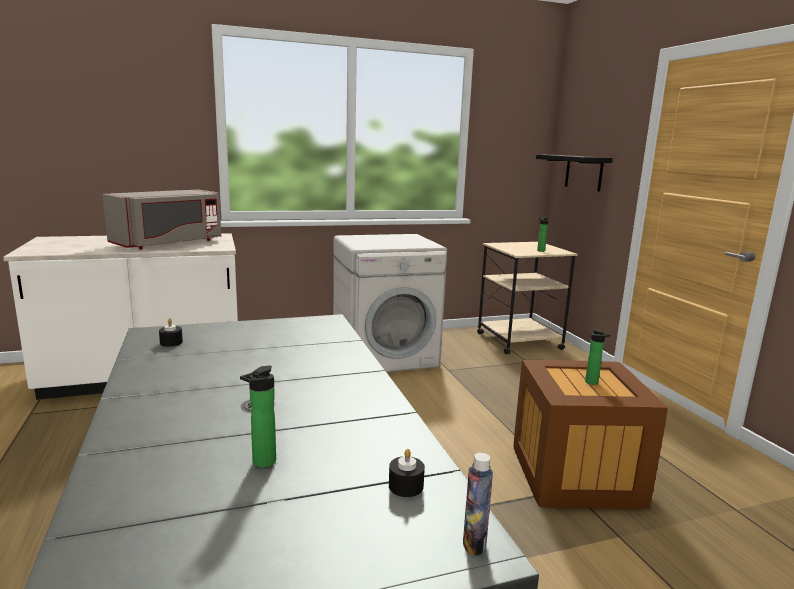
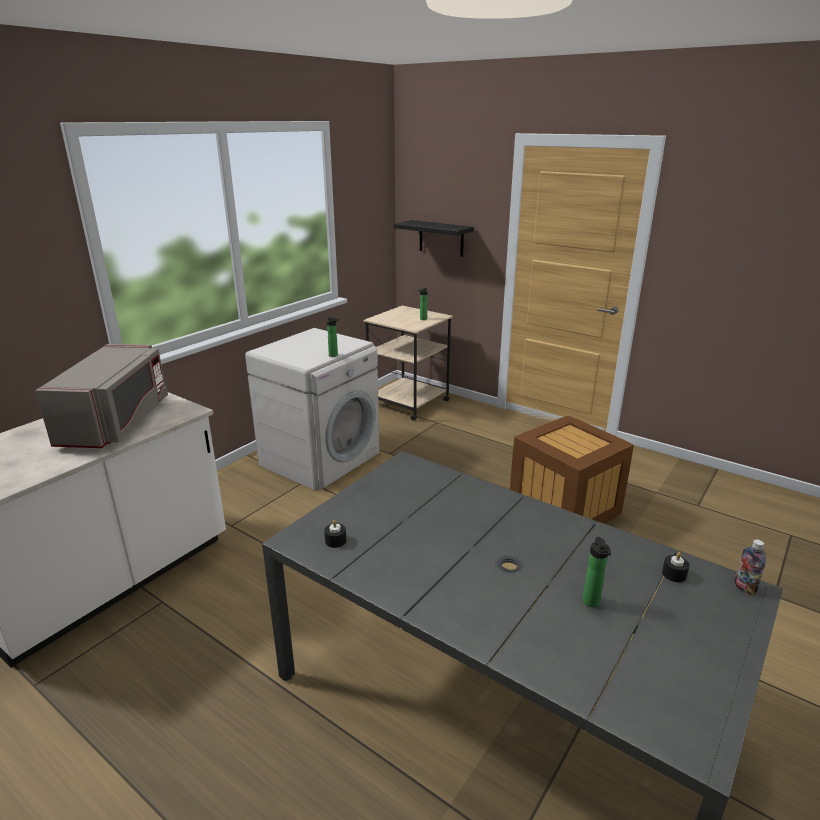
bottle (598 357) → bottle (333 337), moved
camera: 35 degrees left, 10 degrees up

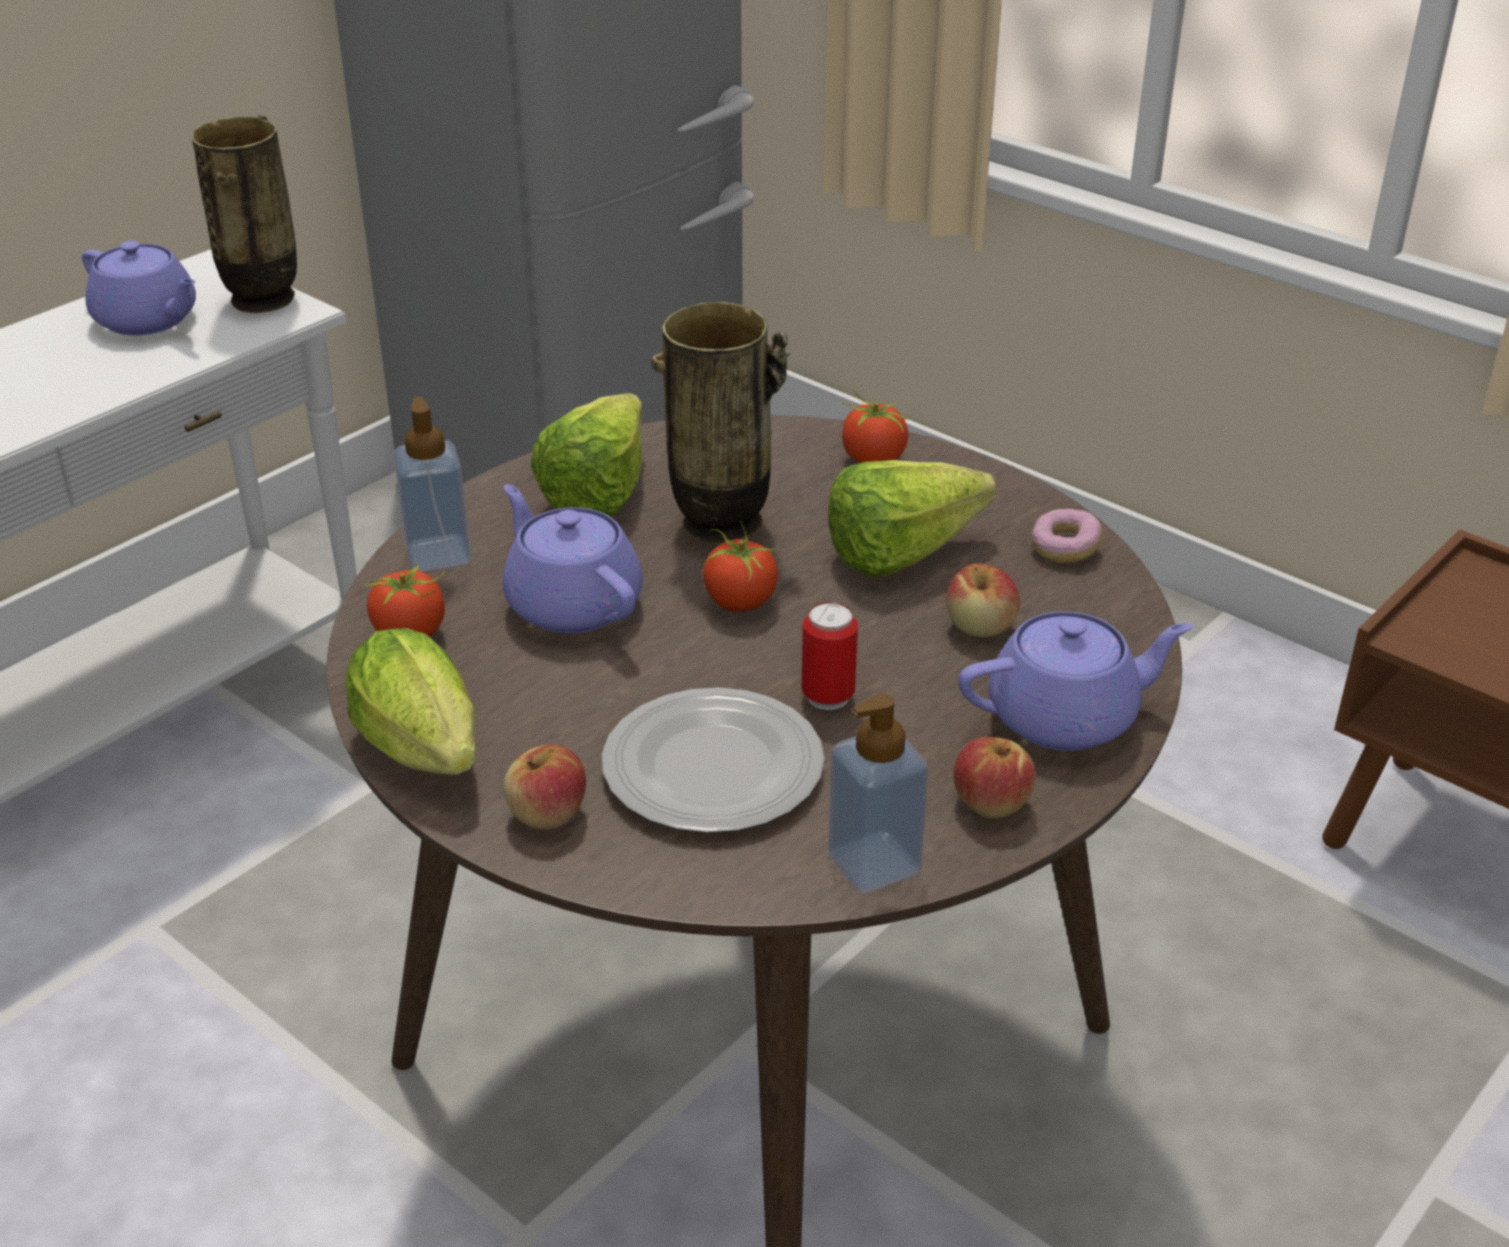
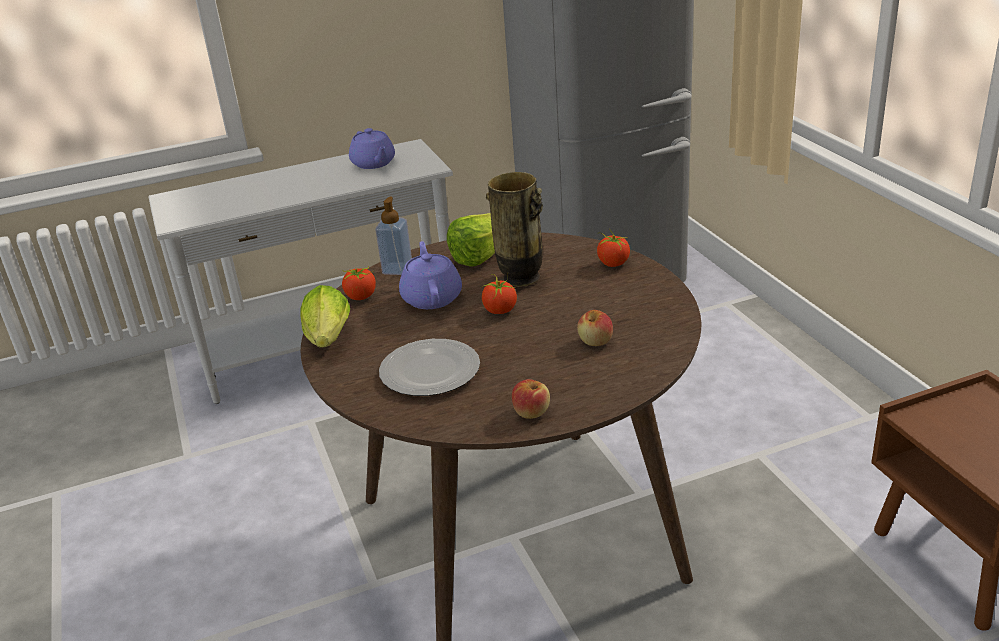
vase (244 213) → -
apple (545 787) → -
can (830 656) → -
lettuce (912 519) → -
soap dispenser (878 793) → -
teapot (purple) (1076 681) → -
donut (1067 536) → -
camera: 30 degrees right, 5 degrees down

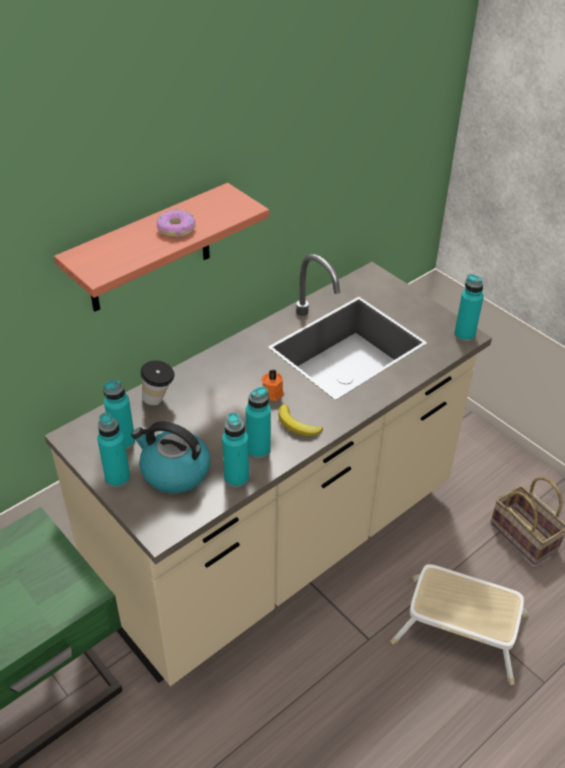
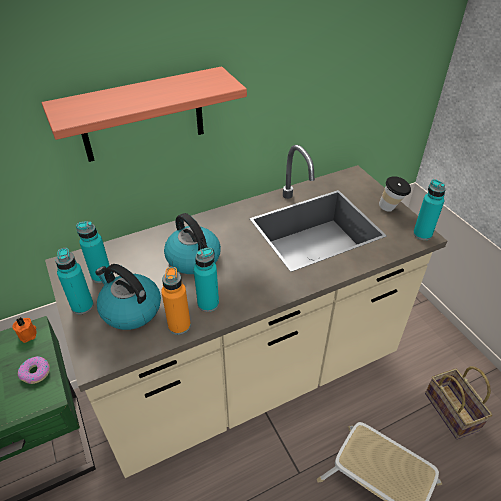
cup (158 382) → cup (395 194), moved
donut (176 223) → donut (33 370), moved
bottle (turquoise) (235 449) → bottle (orange) (176 301)
candle (orange) (273 385) → candle (orange) (24 330), moved
banana (301 420) → -
- → kettle (192 243)
camera: 15 degrees right, 0 degrees up

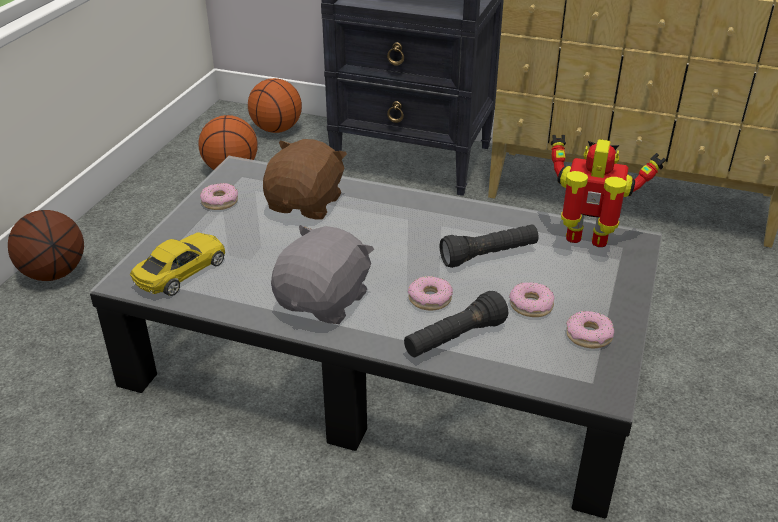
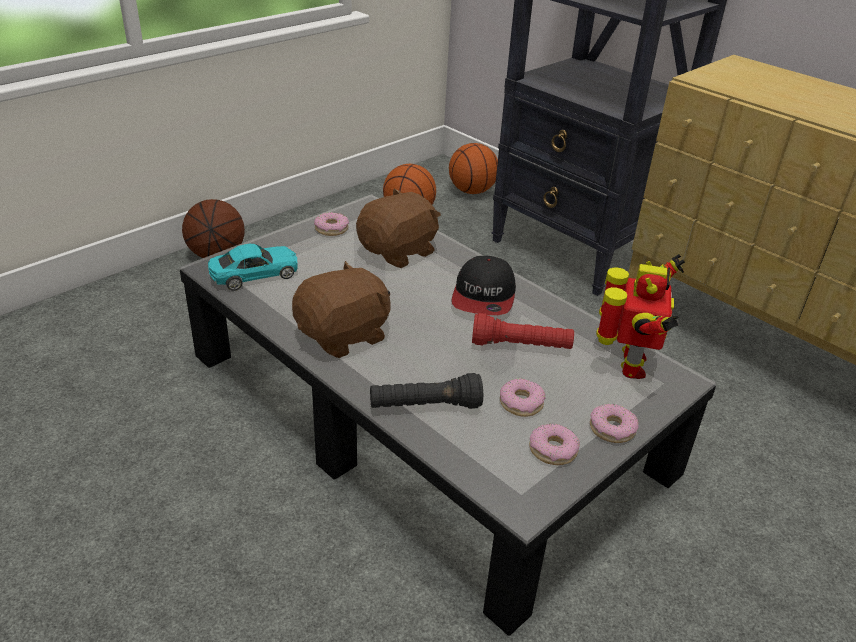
toy car (yellow) (177 264) → toy car (turquoise) (253 267)
plush toy (grey) (322 274) → plush toy (brown) (341 309)
donut (430 293) → donut (614 423), moved
flashlight (black) (489 246) → flashlight (red) (523 331)
toy robot (608 191) → toy robot (640 316), 60 degrees clockwise
- → cap (483 285)
camera: 25 degrees right, 0 degrees up

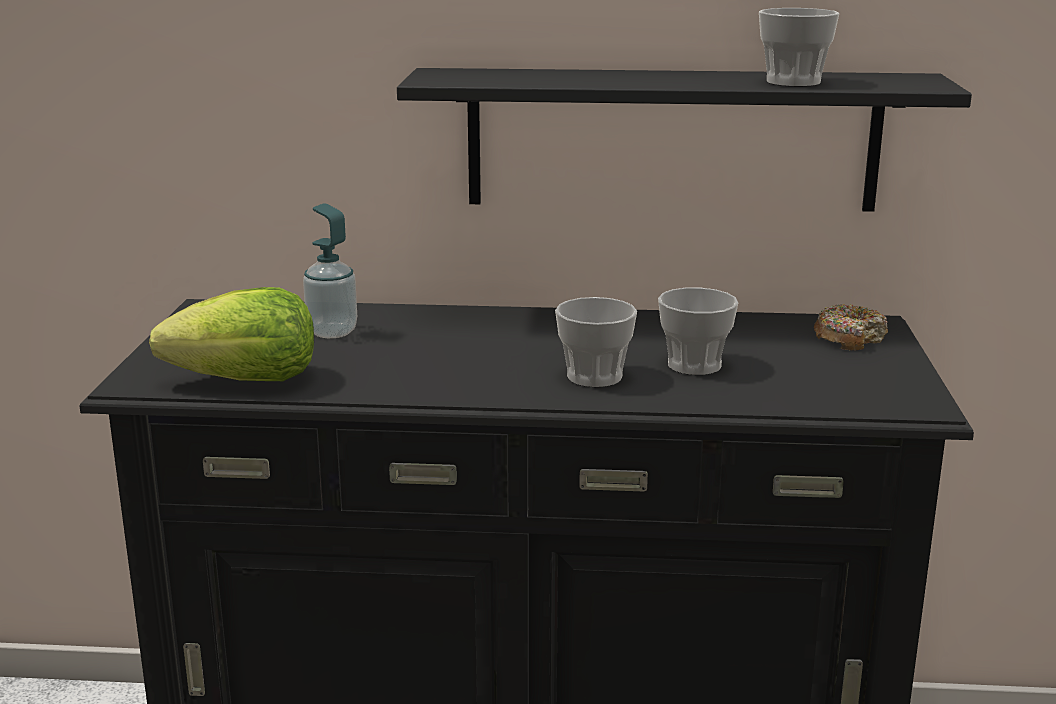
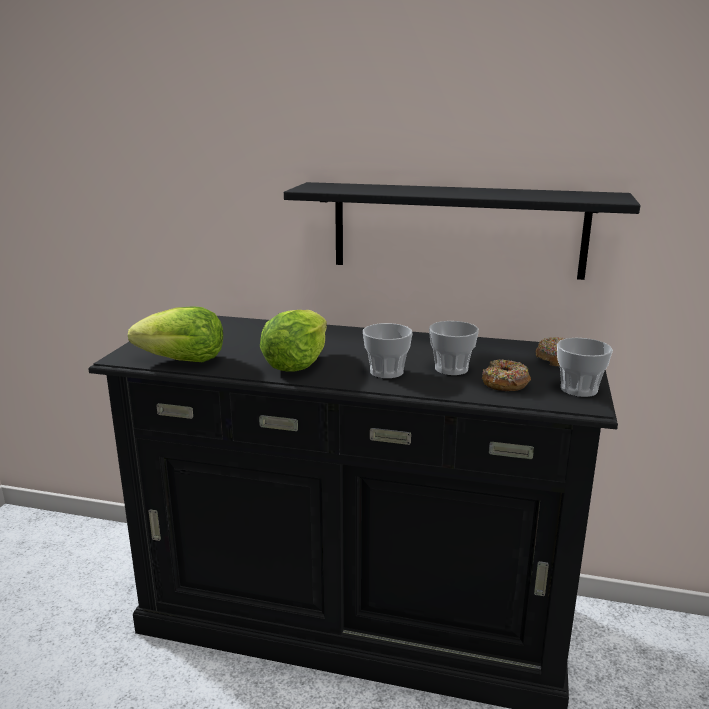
soap dispenser (330 271) → -
cup (799 47) → cup (585 367), moved
- → lettuce (293 340)
- → donut (506 375)
camera: 10 degrees right, 0 degrees up

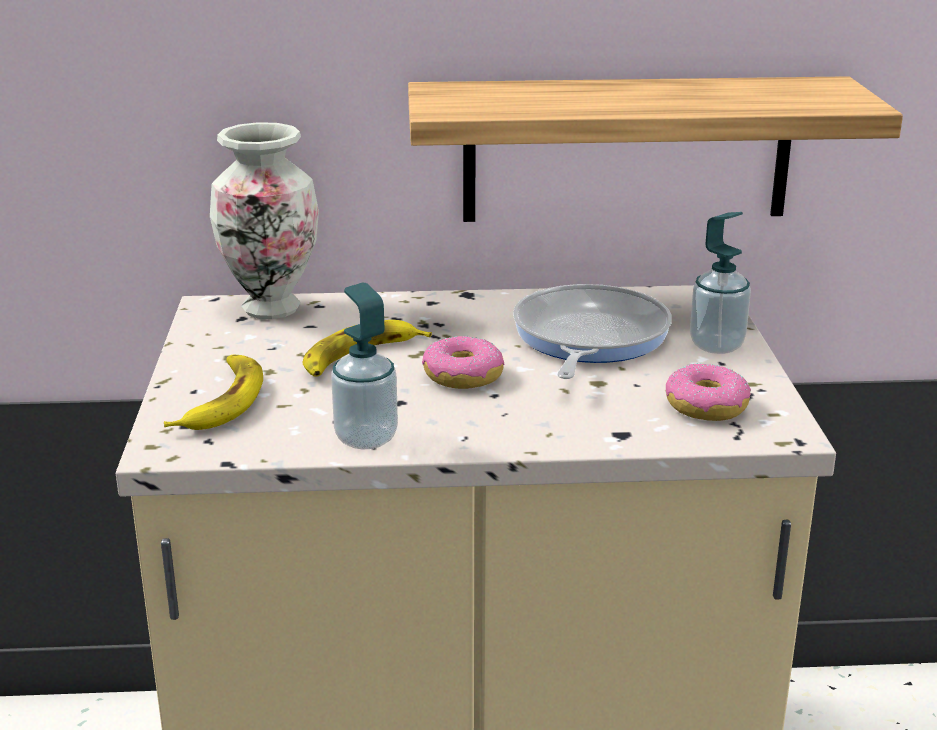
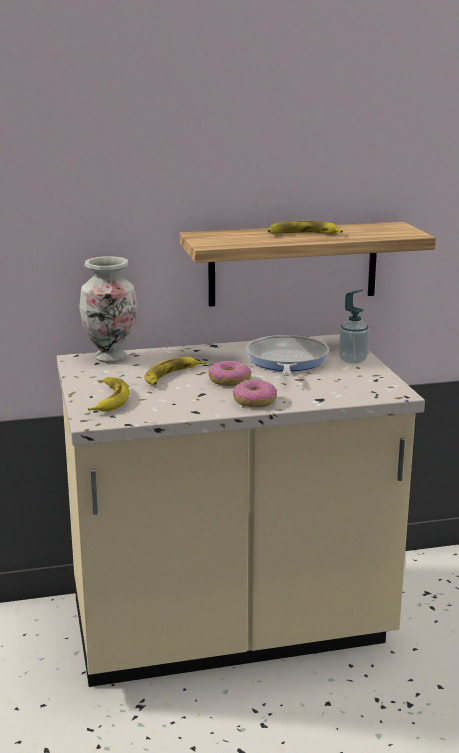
soap dispenser (364 366) → -
donut (708 392) → donut (255 393), moved
- → banana (305 227)
camera: 10 degrees left, 5 degrees down

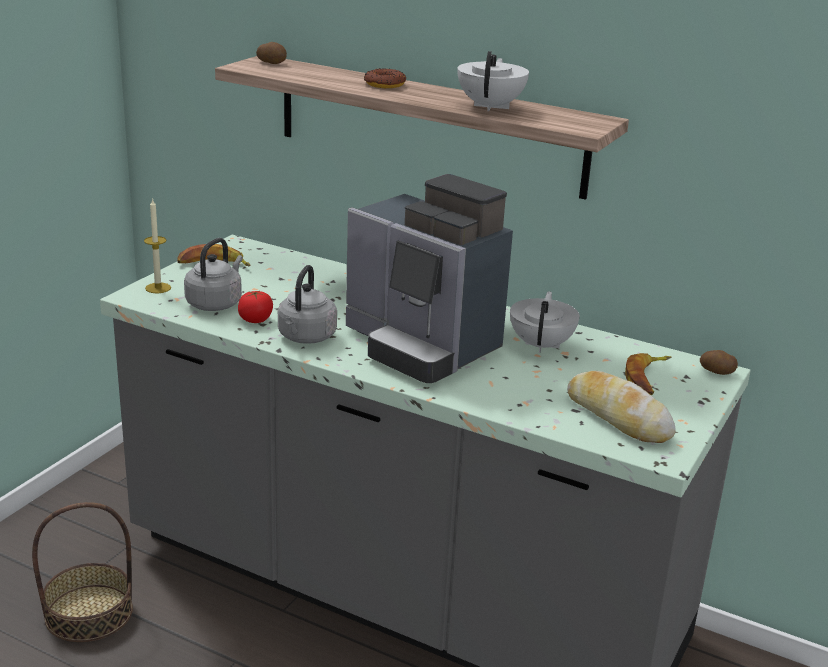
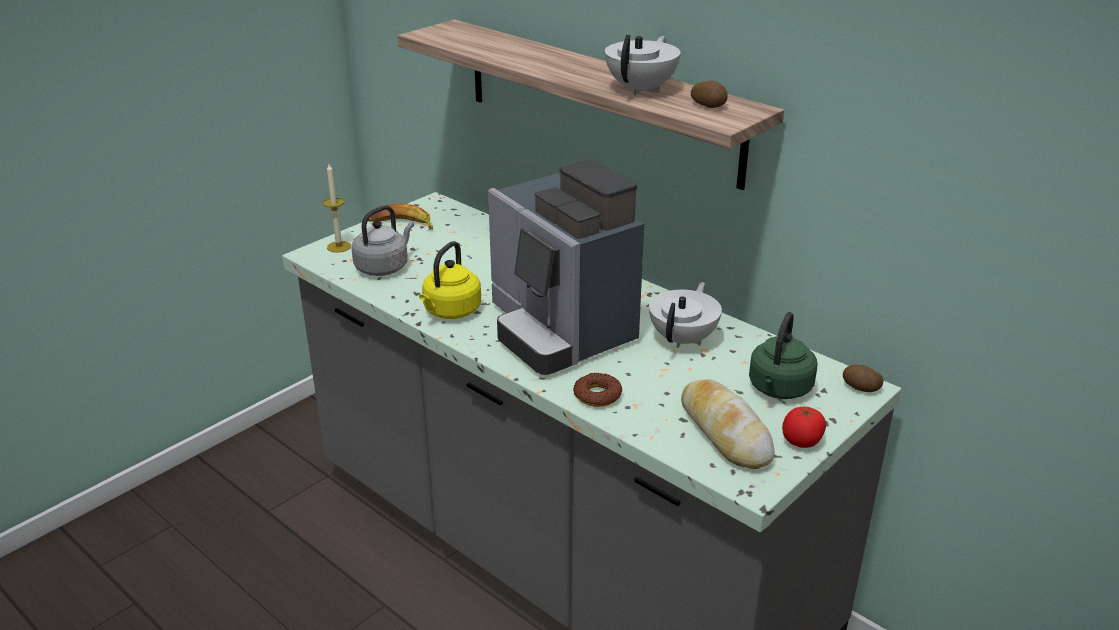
basket (82 572) → -
tomato (255 307) → tomato (804 427), moved
potato (271 53) → potato (709 94), moved
kettle (grey) (307 304) → kettle (yellow) (450 280)
donut (385 78) → donut (597 390), moved
banana (648 374) → kettle (green) (783 355)
camera: 15 degrees right, 5 degrees up

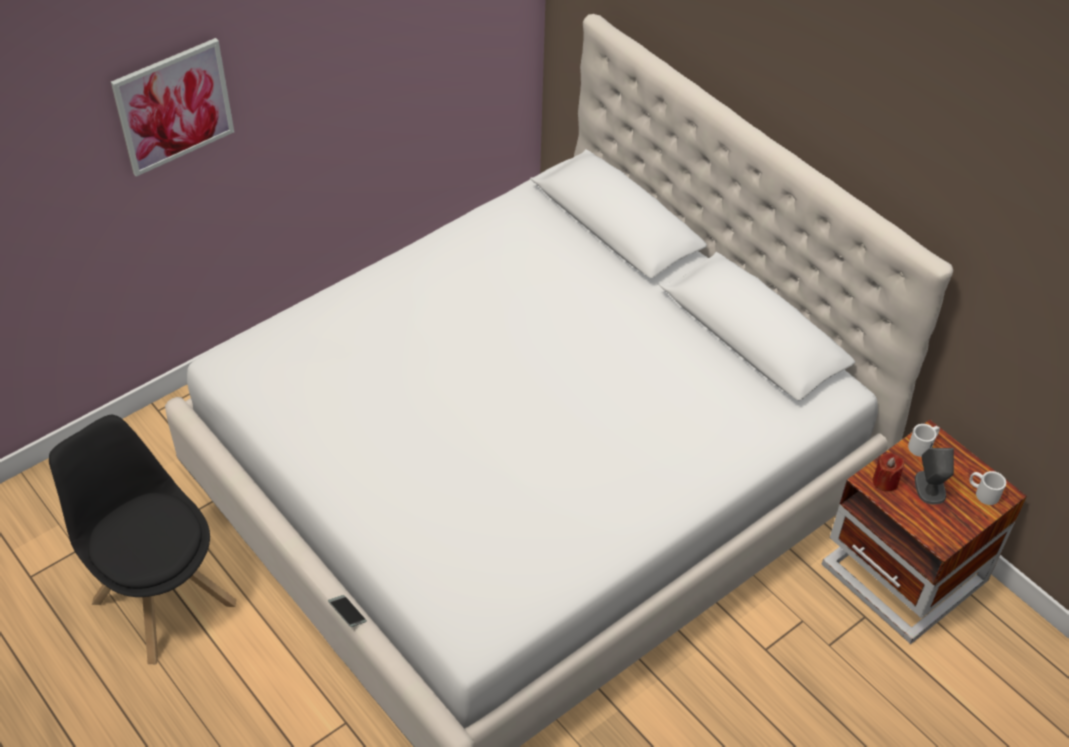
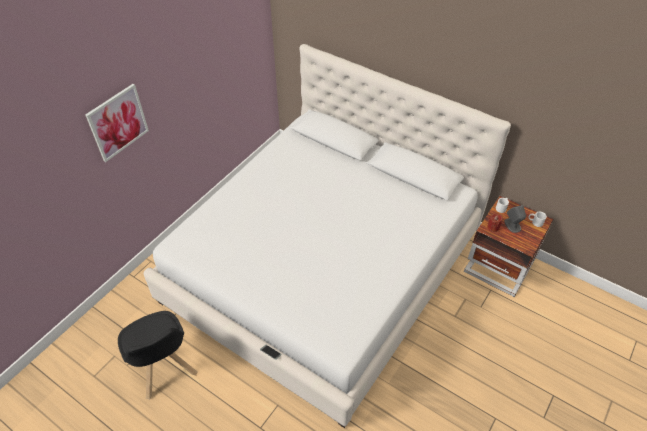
chair (black) (142 539) → chair (black) (158 355), 150 degrees counterclockwise
camera: 15 degrees left, 0 degrees up

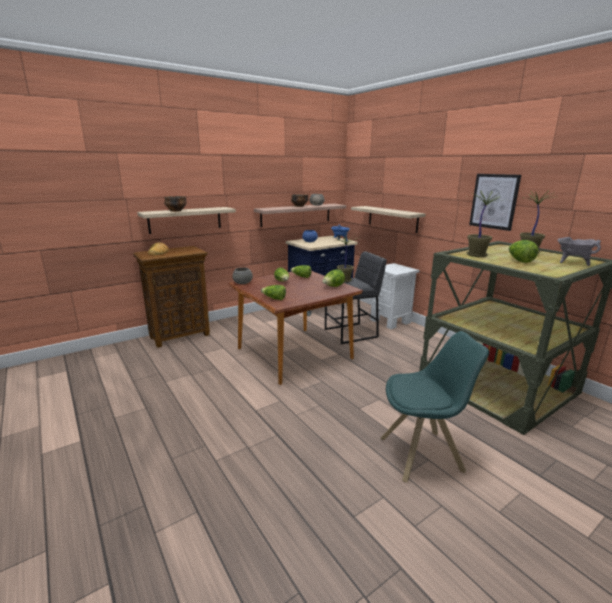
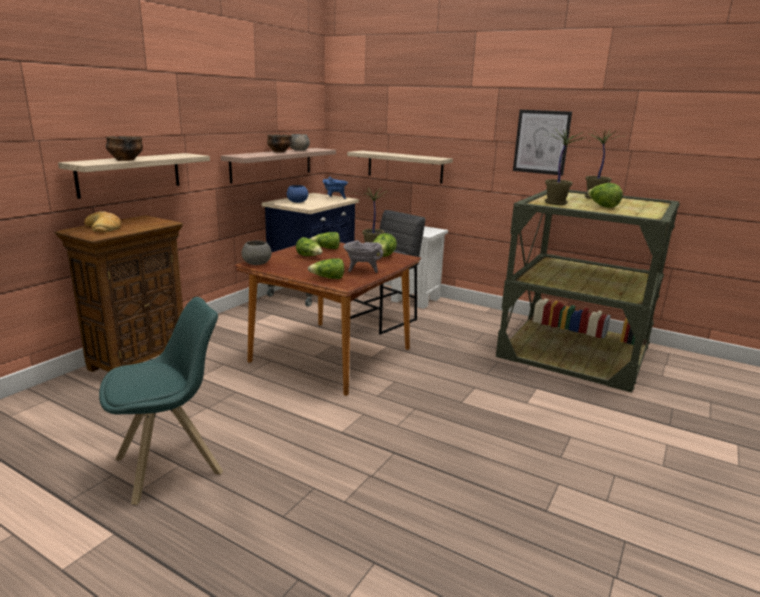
chair (turquoise) (434 407) → chair (turquoise) (161 401), moved
cooking pot (grey) (579 251) → cooking pot (grey) (363 256), moved
camera: 25 degrees left, 0 degrees up

